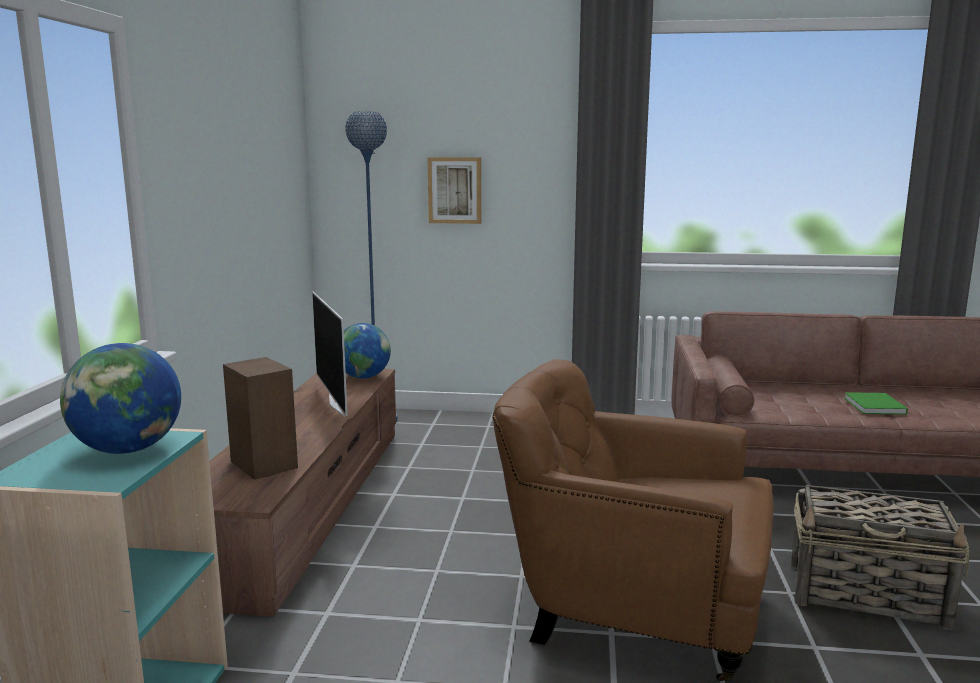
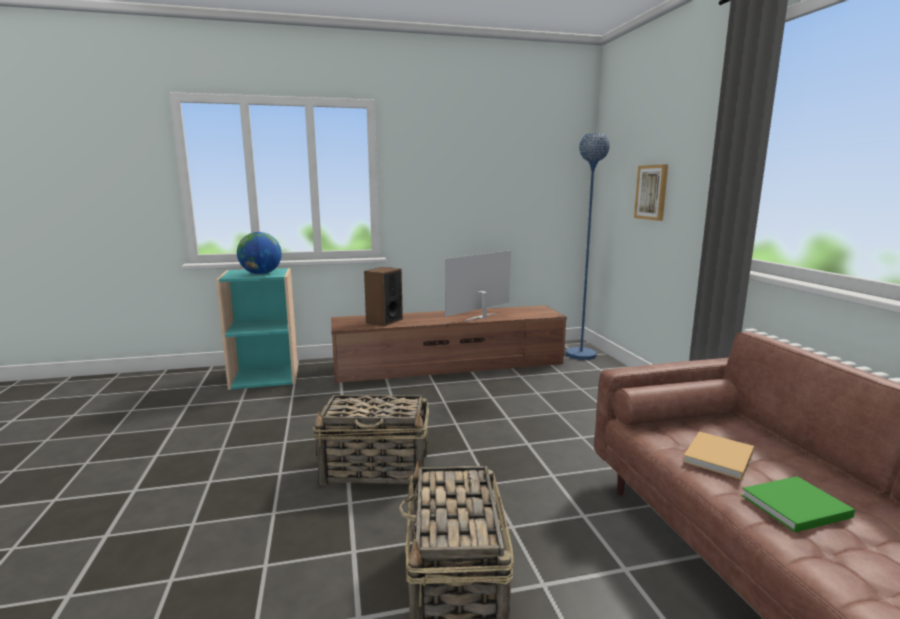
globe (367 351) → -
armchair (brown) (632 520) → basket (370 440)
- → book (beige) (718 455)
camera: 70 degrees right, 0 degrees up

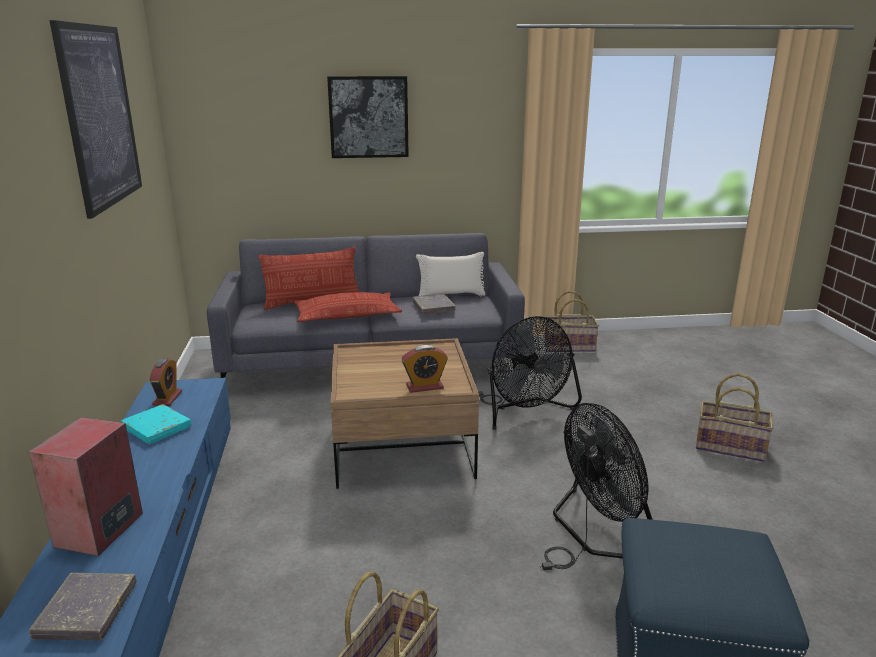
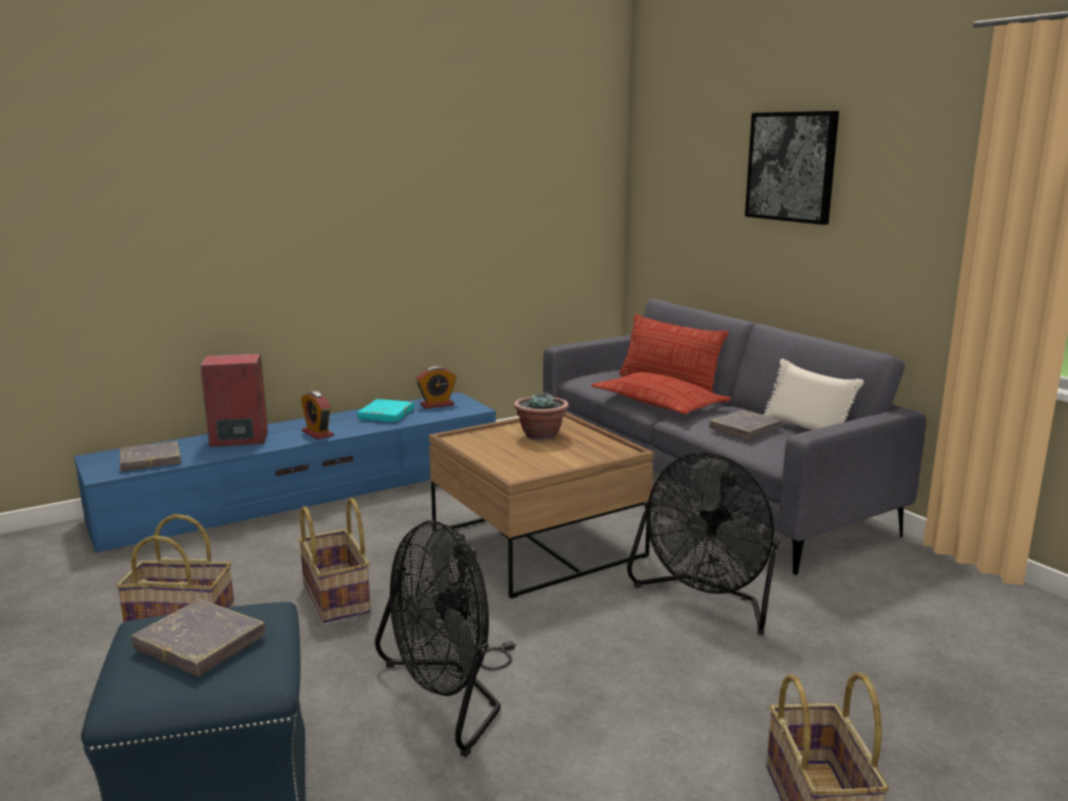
picture (95 119) → -
alarm clock (425 369) → alarm clock (317 415), moved
fan (black) (596 487) → fan (black) (446 638), 105 degrees clockwise
basket (571 321) → basket (334 560), moved
- → book (grey) (198 637)
- → potted plant (541 415)
camera: 65 degrees right, 5 degrees down

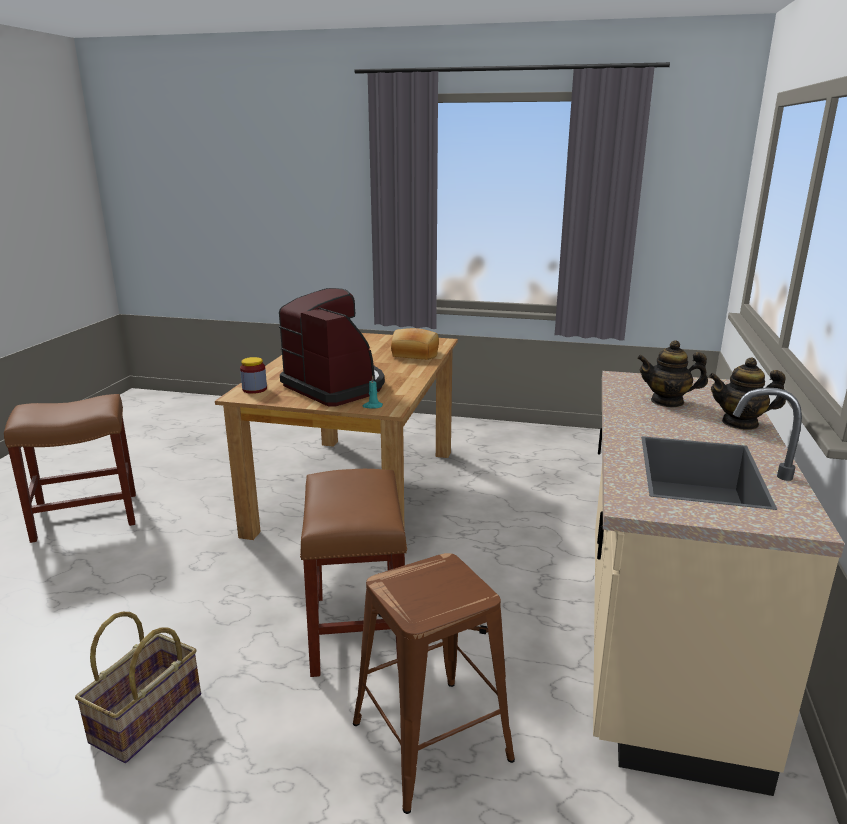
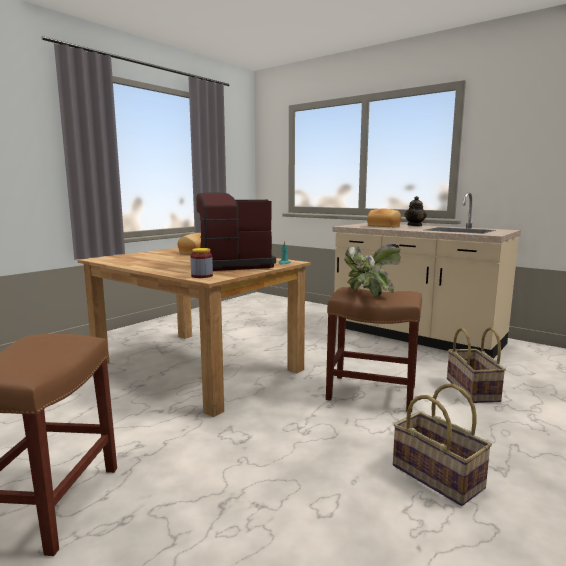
stool (brown) (434 683) → basket (476 365)
teapot (672 373) → bread (384 218)
- → potted plant (372 270)
camera: 65 degrees left, 10 degrees down

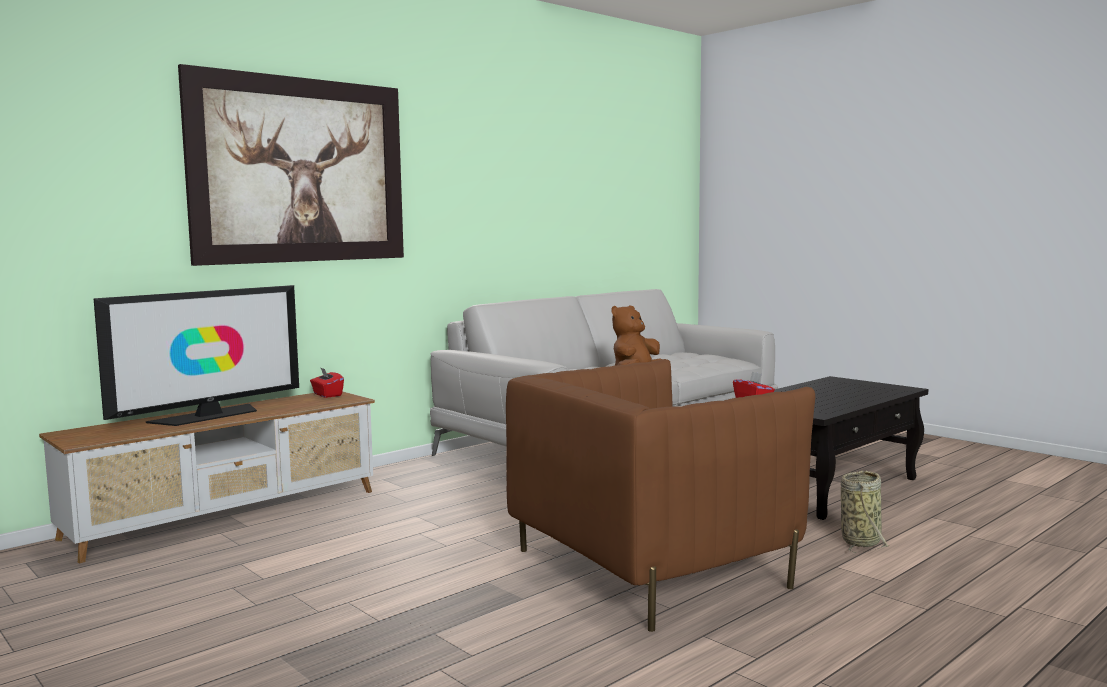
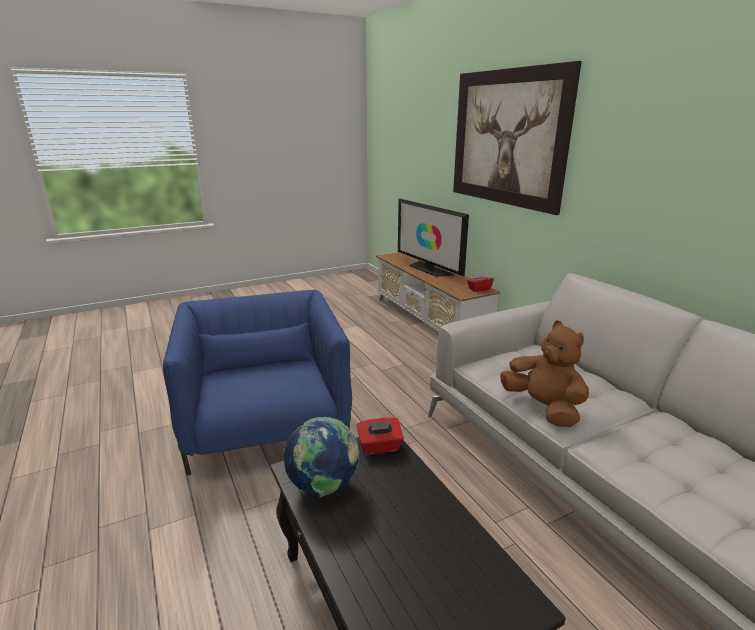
armchair (brown) (660 495) → armchair (blue) (257 383)
basket (865 512) → -
- → globe (321 457)
camera: 105 degrees right, 15 degrees up

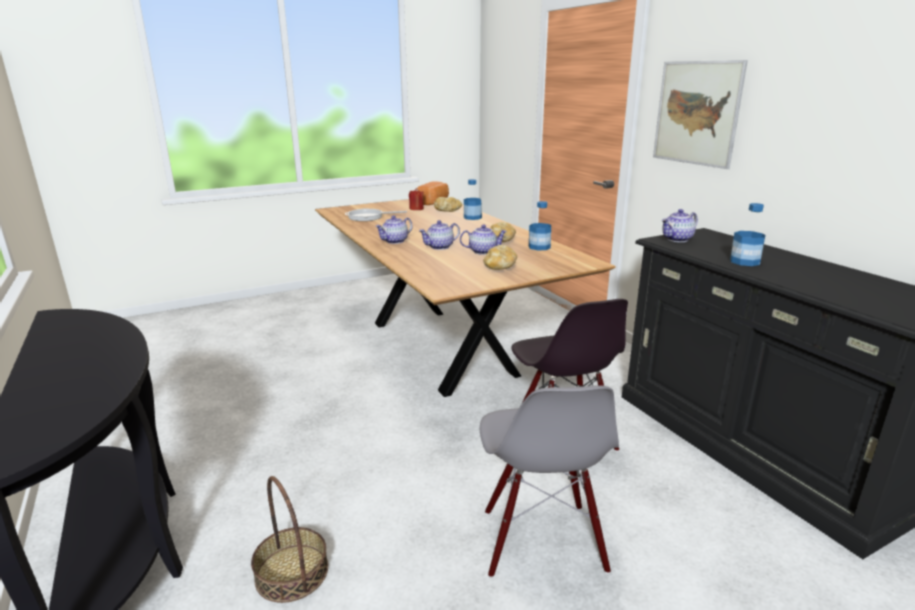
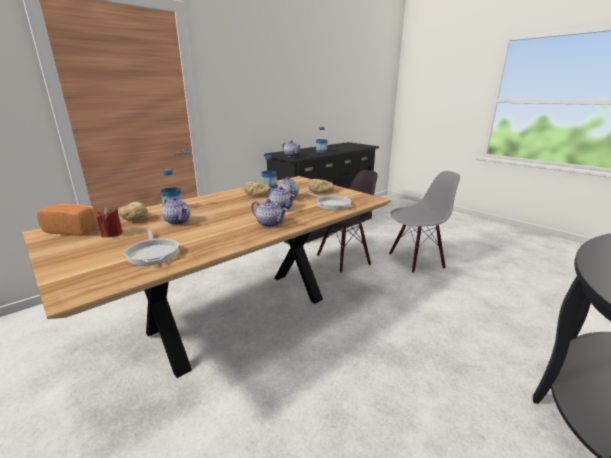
basket (289 539) → -
picture (700 114) → -
- → teapot (176 211)
- → frying pan (328 201)
camera: 105 degrees left, 0 degrees up

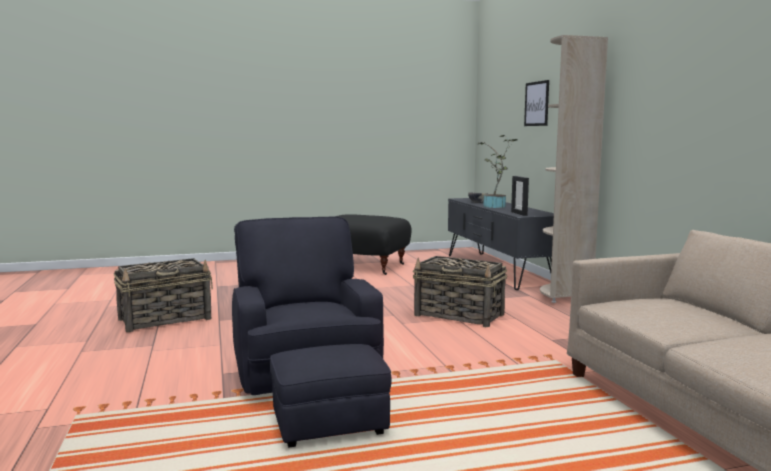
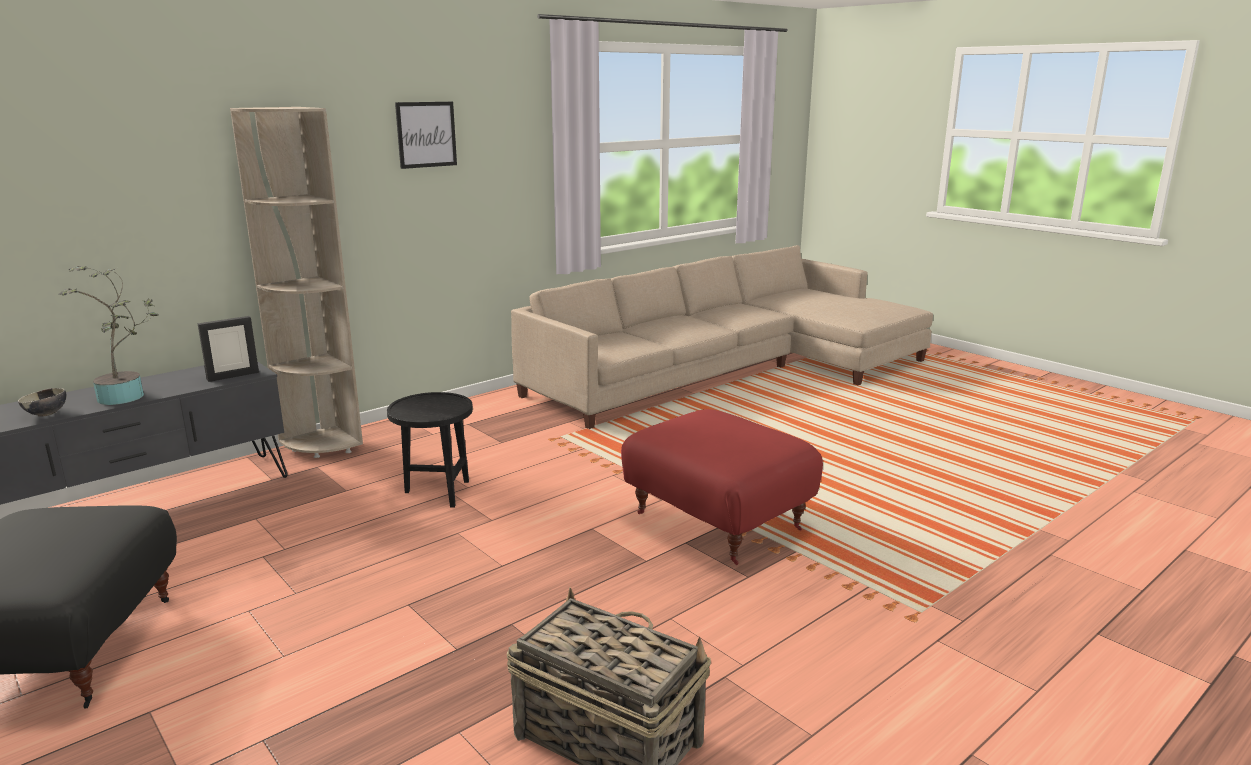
armchair (black) (312 332) → ottoman (red) (722 487)
basket (460 291) → side table (black) (430 450)
picture (536 103) → picture (426 135), moved
camera: 115 degrees left, 10 degrees up

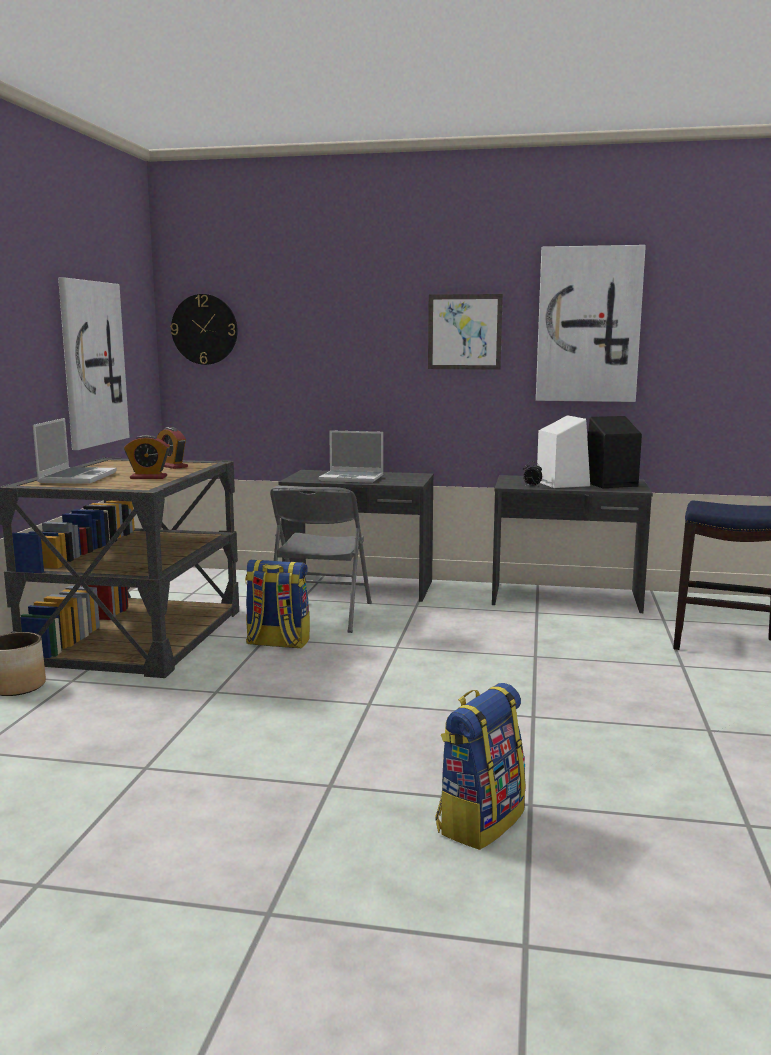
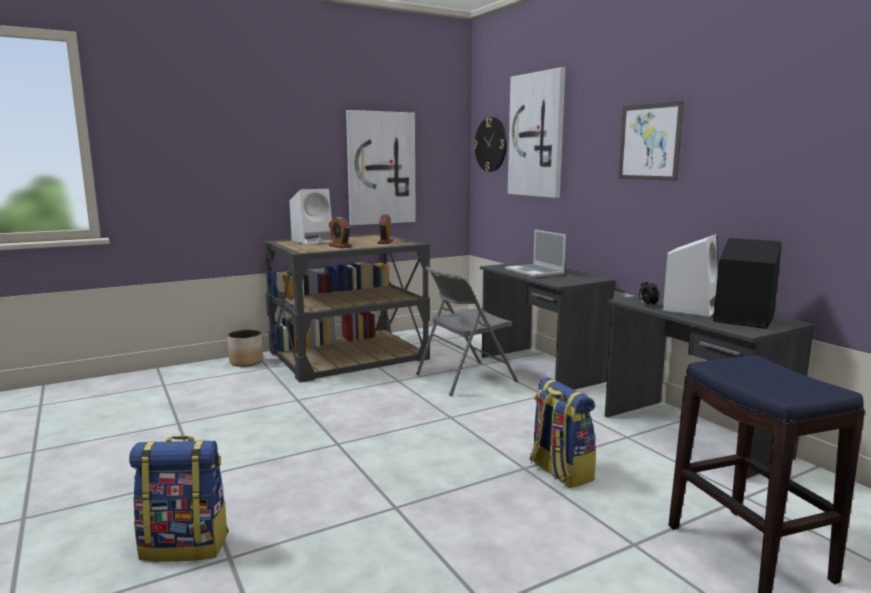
laptop (75 451) → speaker (white) (311 217)
backpack (277 604) → backpack (563 432), moved
picture (591 323) → picture (536 132), moved
camera: 50 degrees right, 0 degrees up

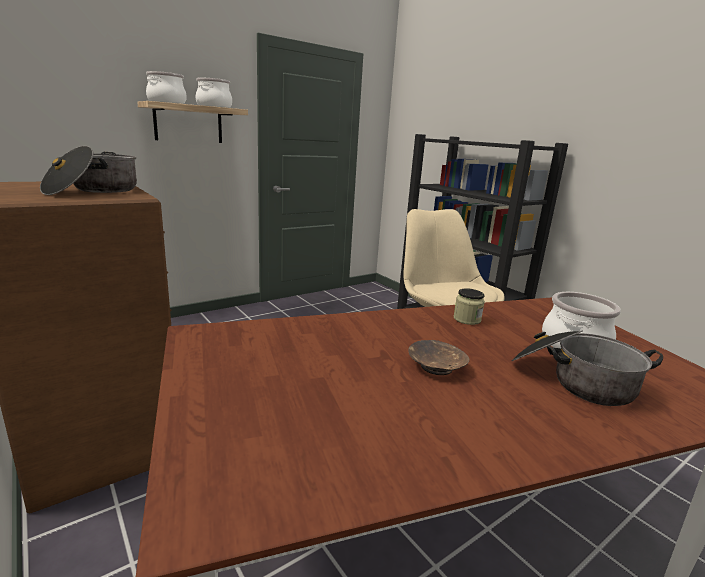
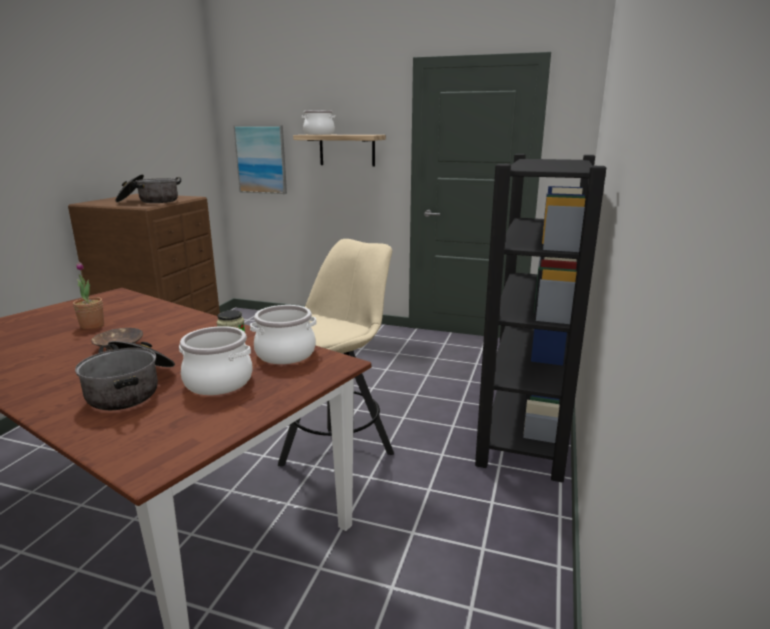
cooking pot (213 92) → cooking pot (283 334), moved
- → potted plant (88 295)
- → picture (260 159)
camera: 55 degrees right, 0 degrees up

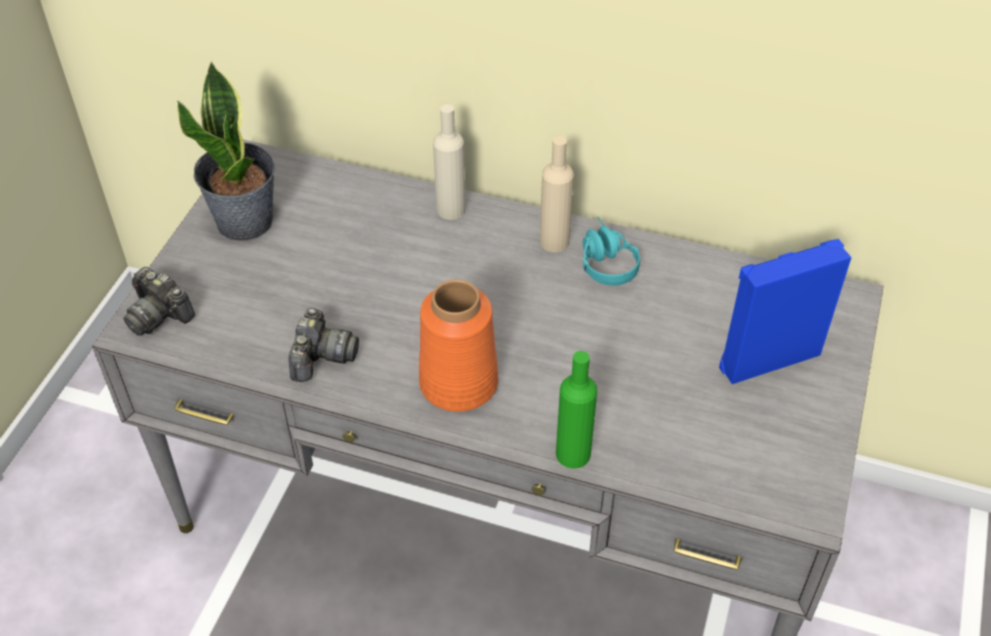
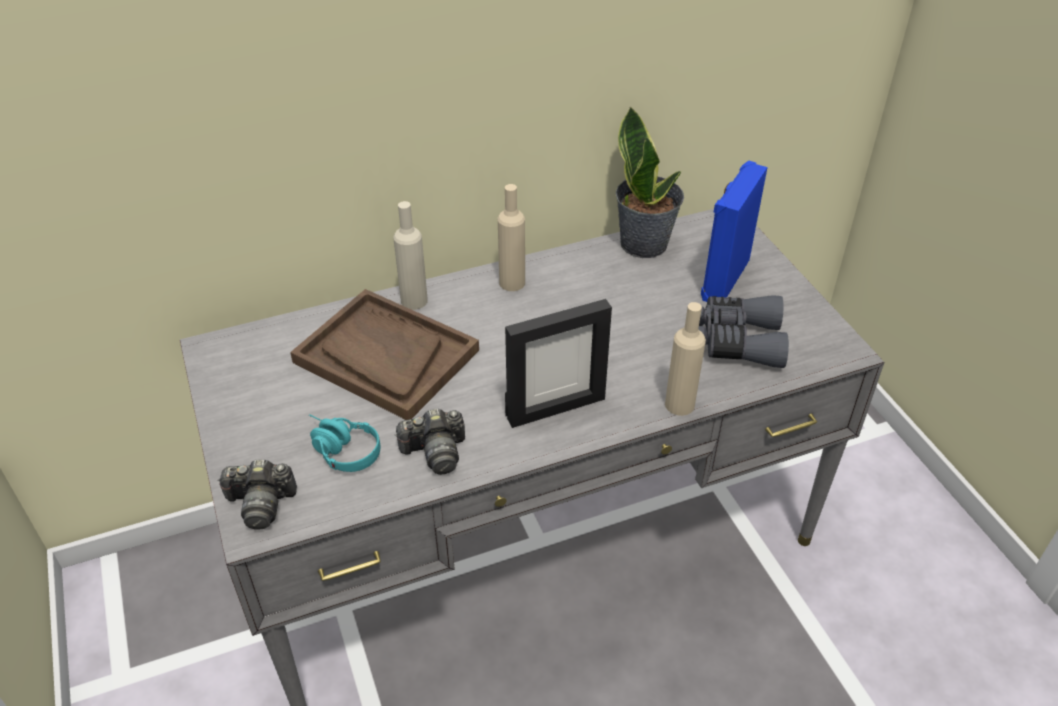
potted plant (226 151) → potted plant (650 182), moved
photo camera (324 345) → photo camera (430 441), 105 degrees clockwise
vase (orange) (458 345) → picture frame (558 363)
bottle (green) (576 410) → bottle (beige) (685 359)
headphones (turquoise) (611 251) → headphones (turquoise) (344 443), moved
- → tray (brown) (384 354)
- → binoculars (grey) (743 331)
camera: 40 degrees left, 5 degrees down

